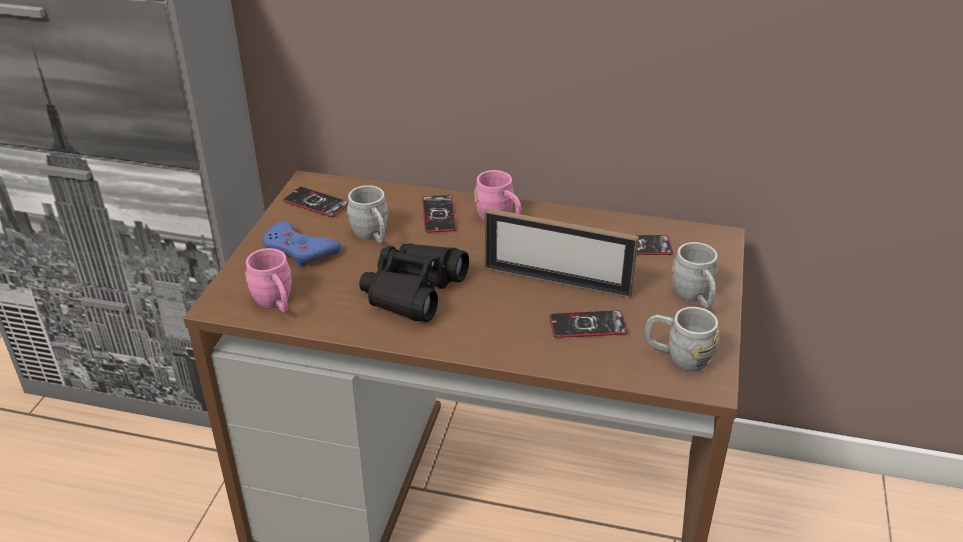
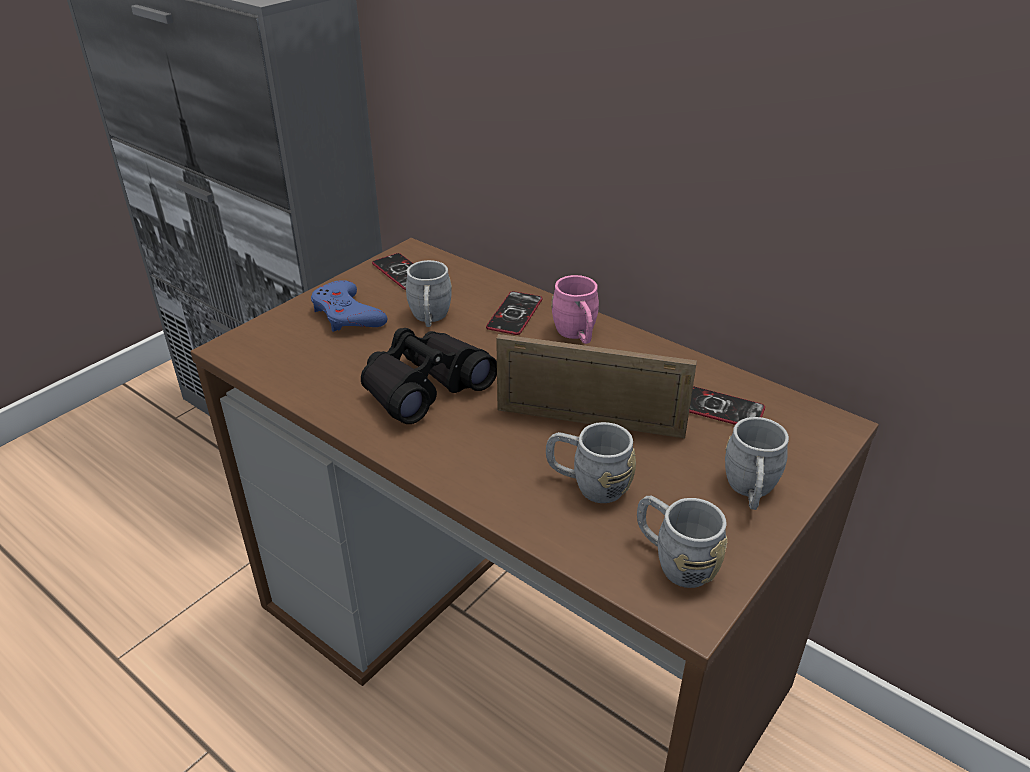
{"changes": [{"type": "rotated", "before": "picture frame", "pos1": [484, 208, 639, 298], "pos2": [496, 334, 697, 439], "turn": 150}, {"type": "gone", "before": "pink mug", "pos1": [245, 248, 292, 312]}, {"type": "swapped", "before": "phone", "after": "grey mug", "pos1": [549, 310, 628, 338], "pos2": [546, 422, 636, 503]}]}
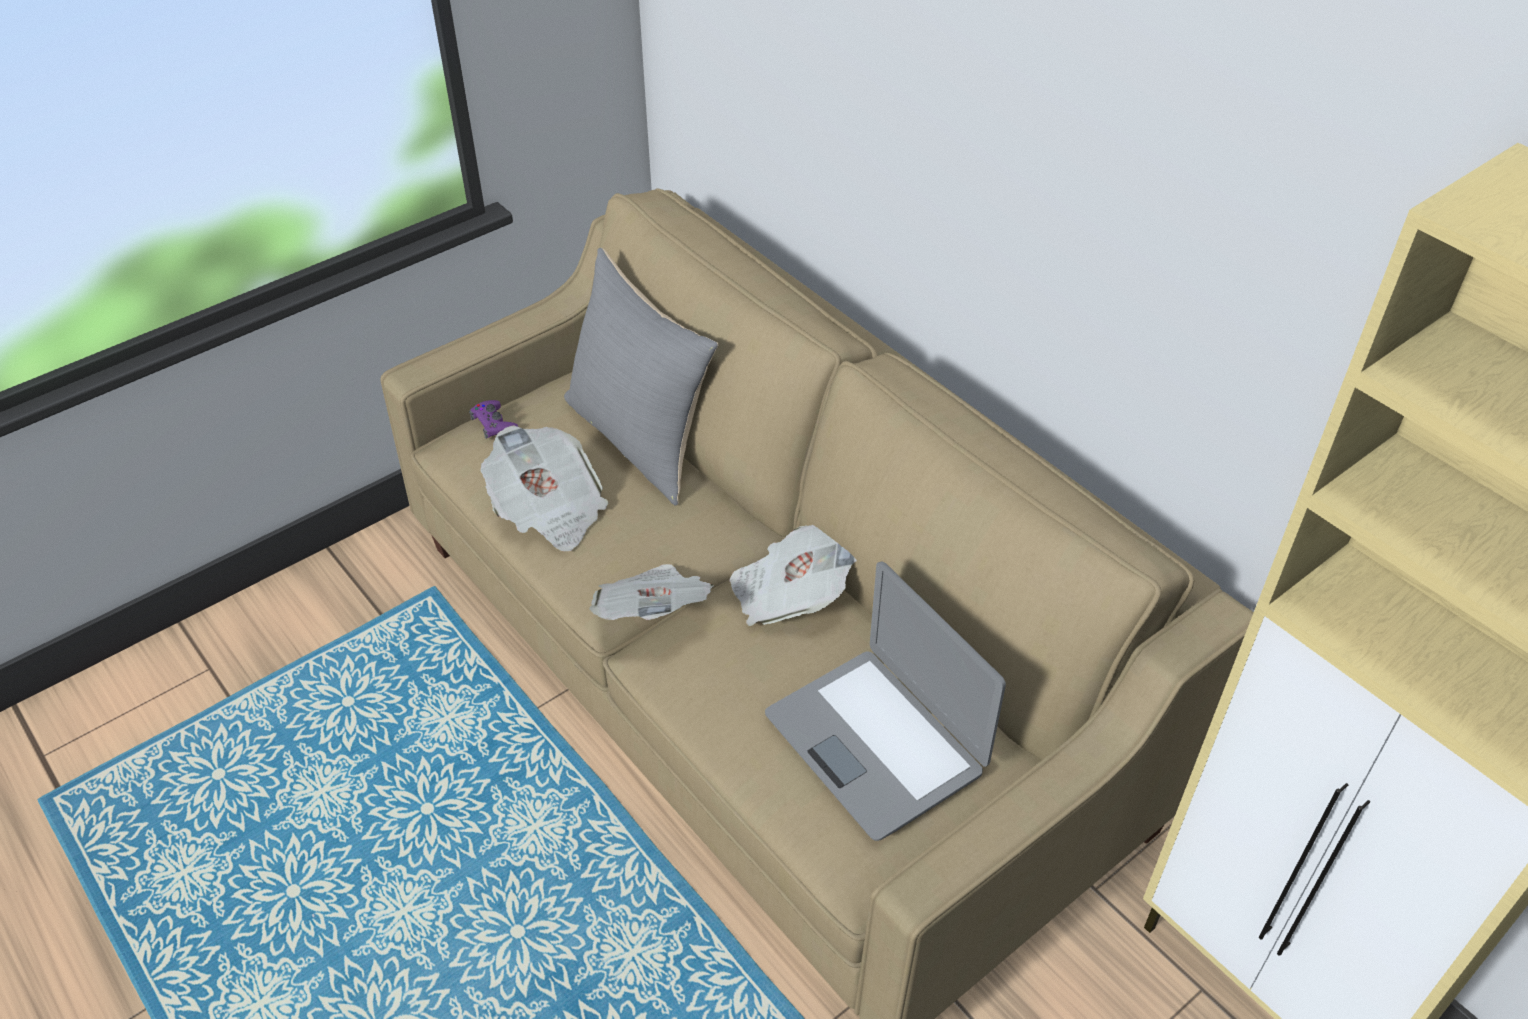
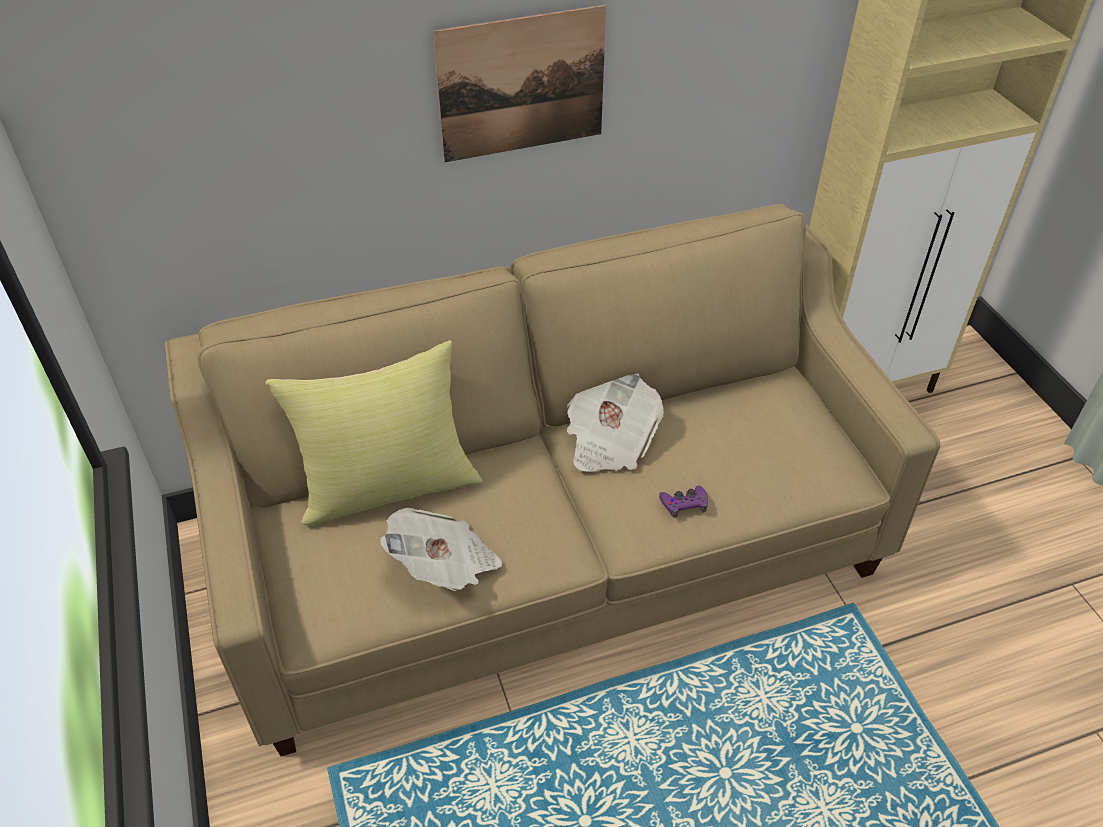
{"changes": [{"type": "repainted", "before": "grey pillow", "after": "yellow pillow", "pos1": [564, 248, 718, 505], "pos2": [265, 340, 483, 525]}, {"type": "shifted", "before": "purple game controller", "pos1": [469, 400, 518, 439], "pos2": [659, 485, 708, 518]}, {"type": "gone", "before": "laptop", "pos1": [765, 561, 1006, 841]}, {"type": "gone", "before": "newspaper", "pos1": [590, 564, 714, 620]}, {"type": "new", "after": "picture", "pos2": [433, 5, 606, 162]}]}
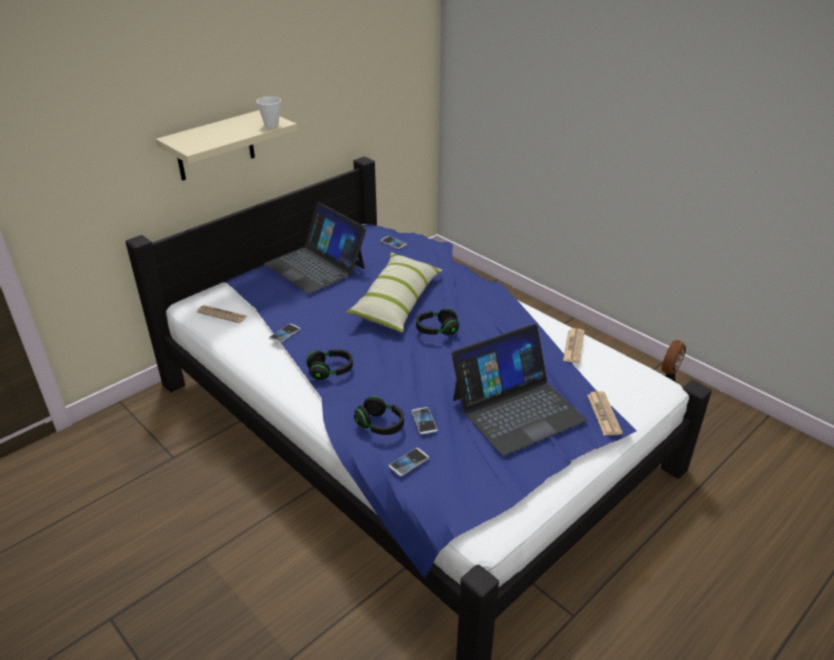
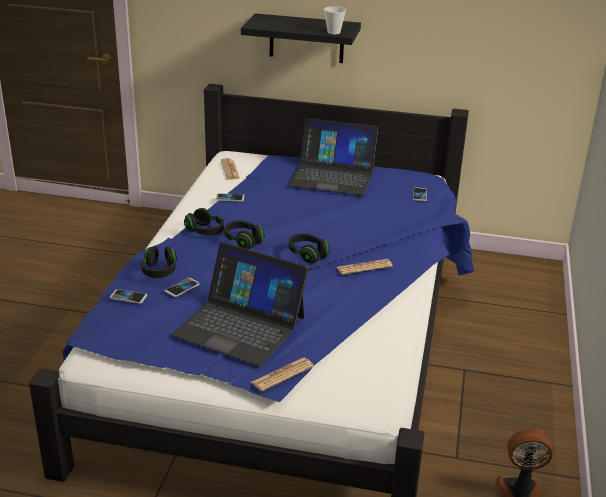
{"changes": [{"type": "repainted", "before": "beige shelf", "after": "black shelf", "pos1": [156, 110, 297, 181], "pos2": [241, 13, 361, 63]}, {"type": "rotated", "before": "laptop", "pos1": [264, 202, 367, 294], "pos2": [288, 118, 378, 195], "turn": -90}, {"type": "gone", "before": "pillow", "pos1": [346, 252, 443, 333]}, {"type": "shifted", "before": "newspaper", "pos1": [563, 328, 584, 363], "pos2": [337, 259, 393, 275]}, {"type": "new", "after": "black headphones", "pos2": [224, 221, 265, 249]}]}
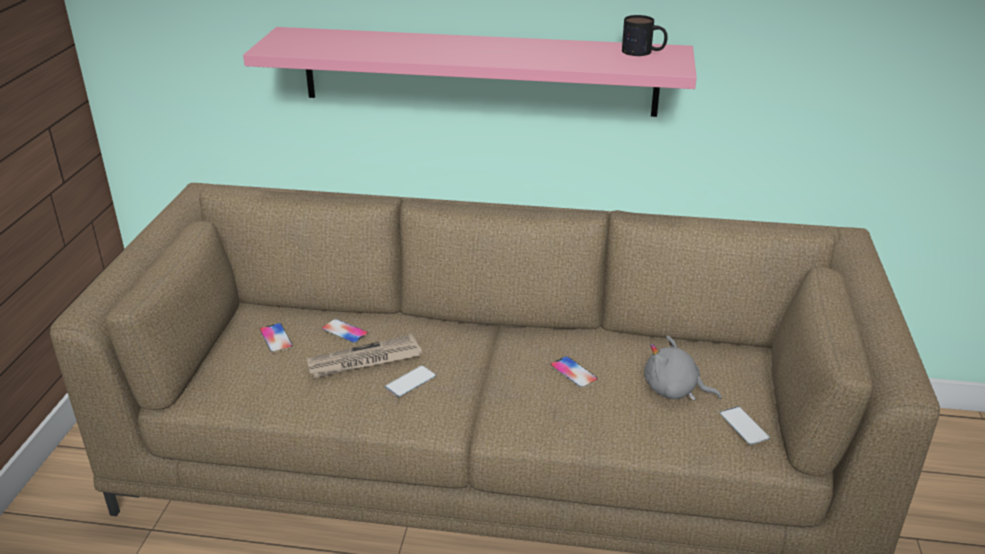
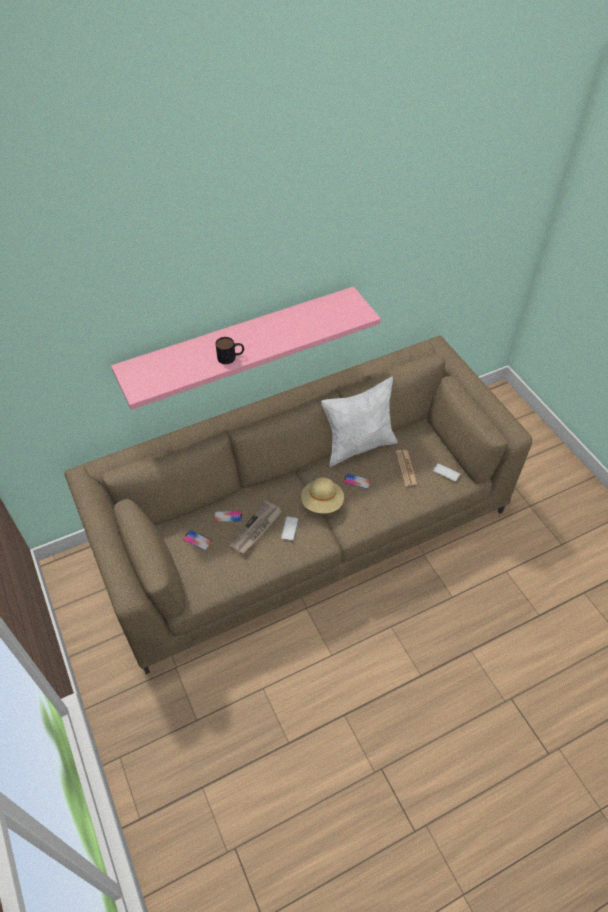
{"changes": [{"type": "shifted", "before": "mug", "pos1": [622, 15, 668, 56], "pos2": [216, 337, 244, 364]}, {"type": "swapped", "before": "grey plush toy", "after": "newspaper", "pos1": [644, 336, 721, 401], "pos2": [396, 450, 417, 486]}, {"type": "new", "after": "white pillow", "pos2": [321, 376, 397, 467]}, {"type": "new", "after": "beige hat", "pos2": [301, 477, 344, 513]}]}
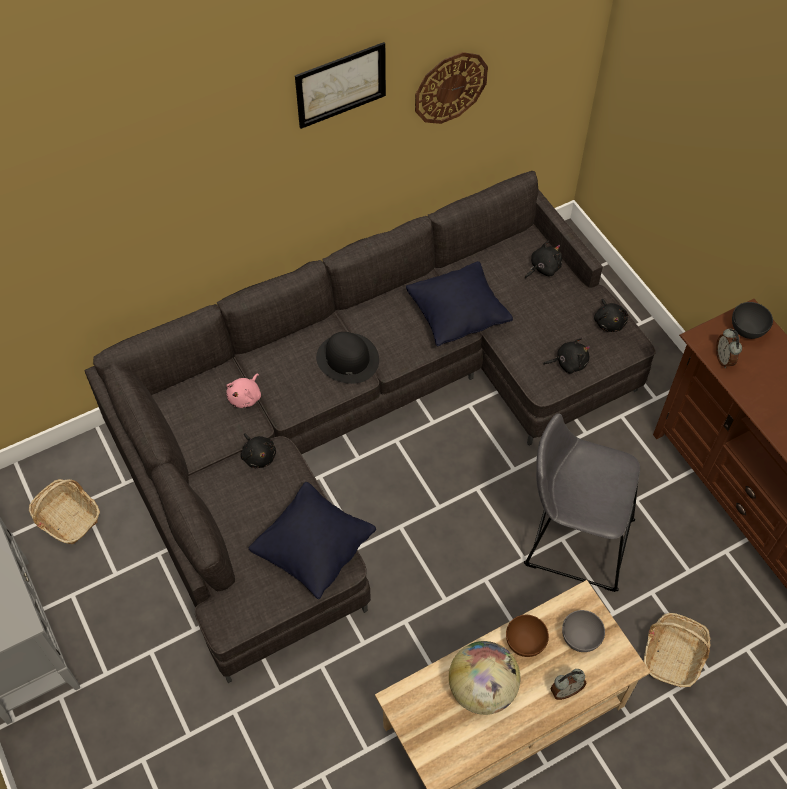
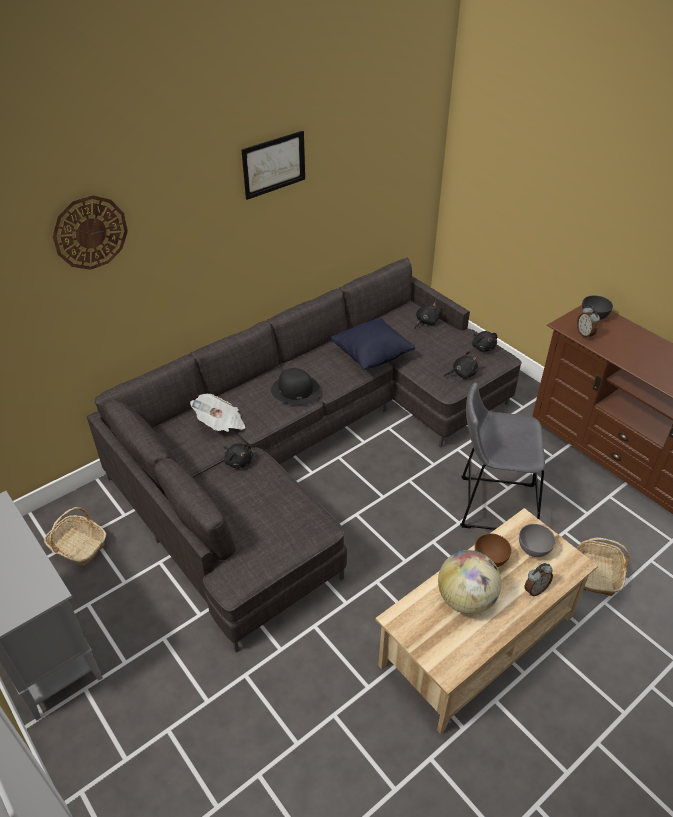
{"changes": [{"type": "shifted", "before": "wall clock", "pos1": [415, 52, 488, 124], "pos2": [52, 195, 128, 270]}, {"type": "swapped", "before": "pink plush toy", "after": "newspaper", "pos1": [226, 374, 261, 408], "pos2": [190, 394, 246, 432]}, {"type": "gone", "before": "black pillow", "pos1": [248, 482, 376, 599]}]}
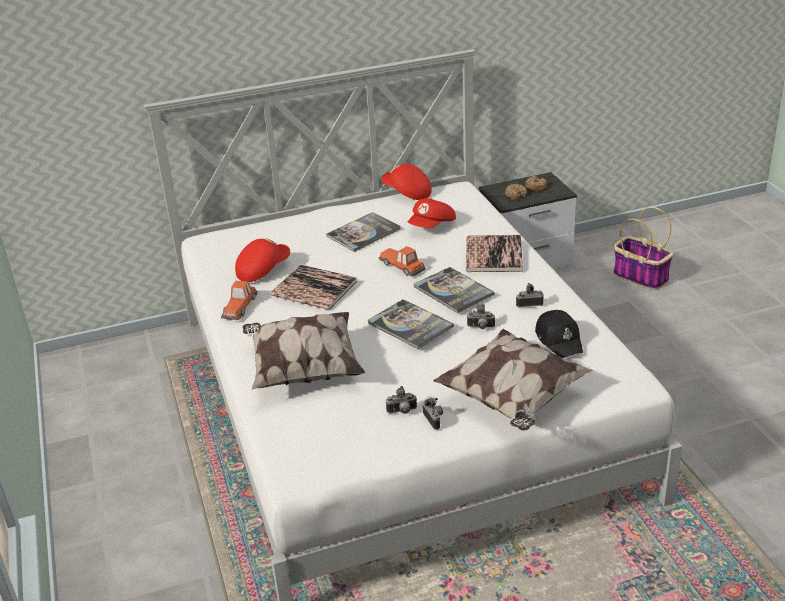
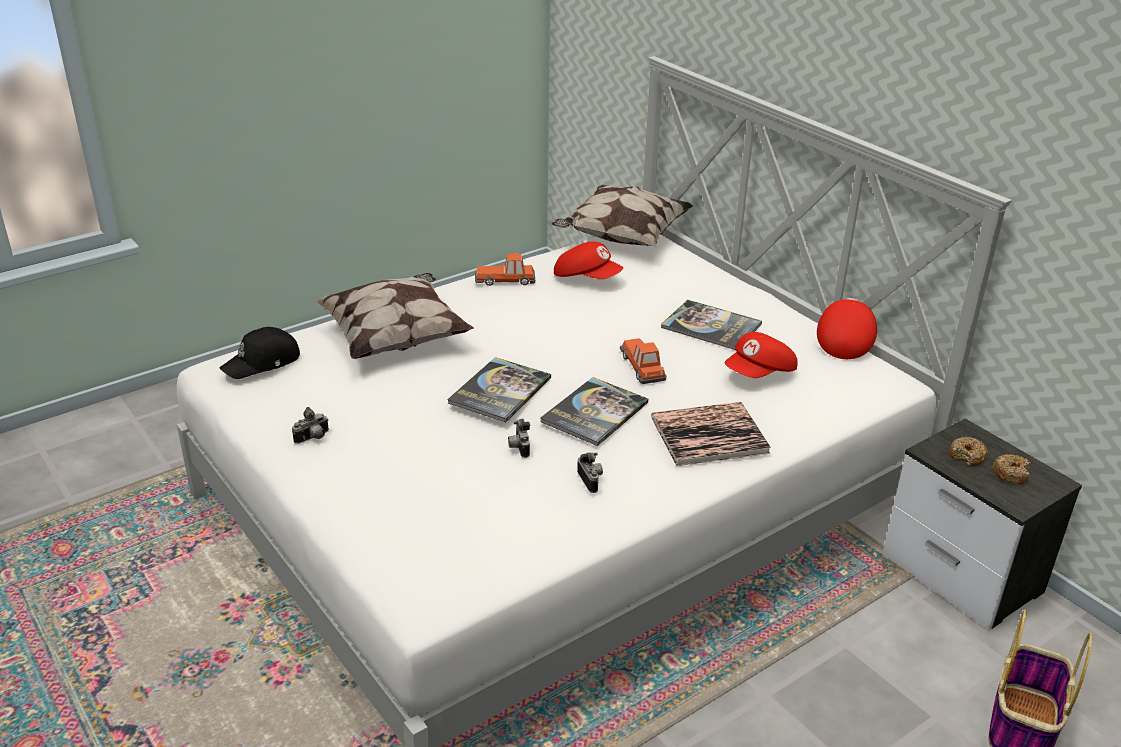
{"changes": [{"type": "rotated", "before": "red cap", "pos1": [408, 198, 456, 228], "pos2": [724, 332, 798, 378], "turn": -60}, {"type": "rotated", "before": "toy car", "pos1": [378, 246, 426, 277], "pos2": [620, 338, 667, 384], "turn": -45}, {"type": "gone", "before": "book", "pos1": [271, 265, 357, 310]}, {"type": "shifted", "before": "black cap", "pos1": [535, 310, 583, 358], "pos2": [219, 327, 300, 379]}, {"type": "shifted", "before": "pillow", "pos1": [433, 329, 594, 431], "pos2": [551, 185, 694, 247]}, {"type": "gone", "before": "photo camera", "pos1": [386, 386, 417, 414]}]}
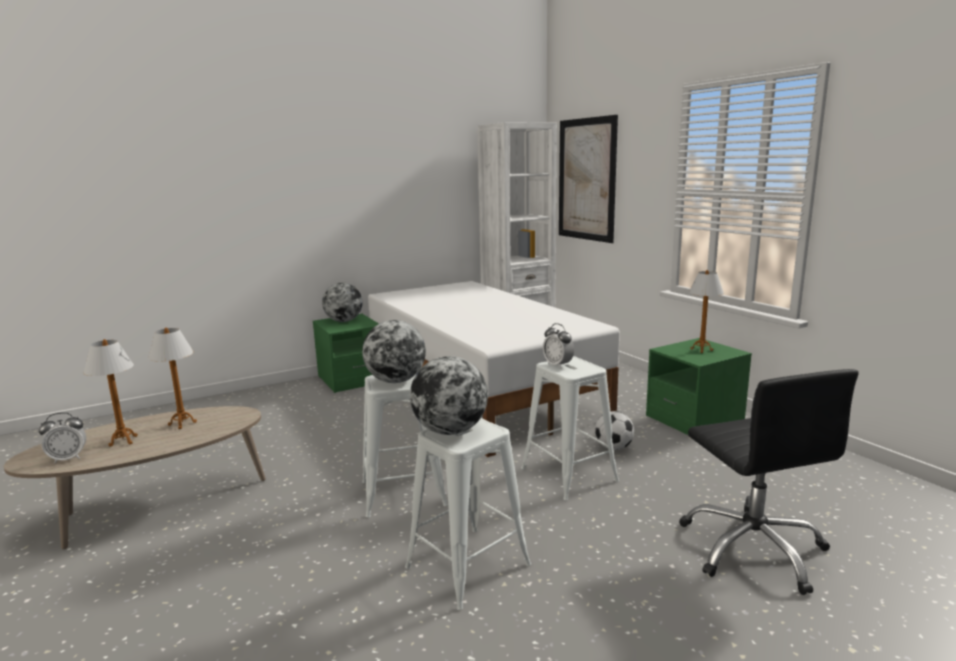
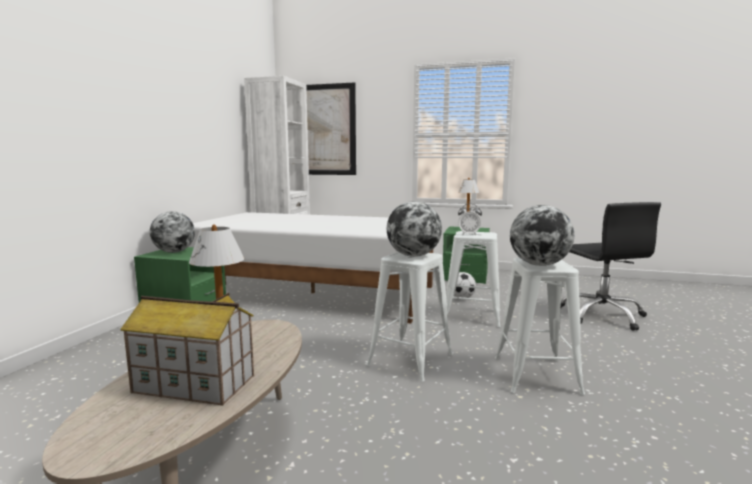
{"changes": [{"type": "swapped", "before": "table lamp", "after": "toy house", "pos1": [84, 339, 138, 447], "pos2": [120, 293, 254, 406]}, {"type": "rotated", "before": "black office chair", "pos1": [679, 369, 859, 595], "pos2": [561, 202, 661, 331], "turn": 45}, {"type": "gone", "before": "alarm clock", "pos1": [39, 412, 86, 464]}]}
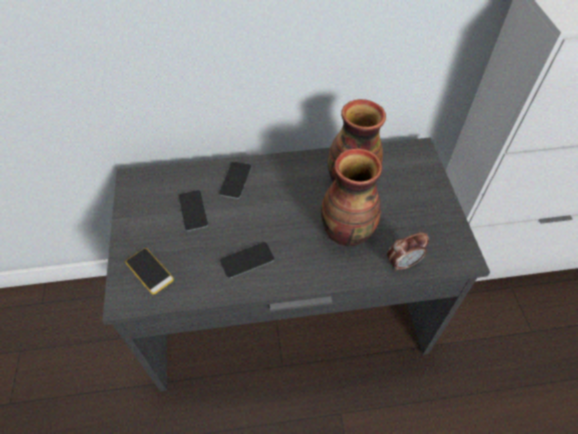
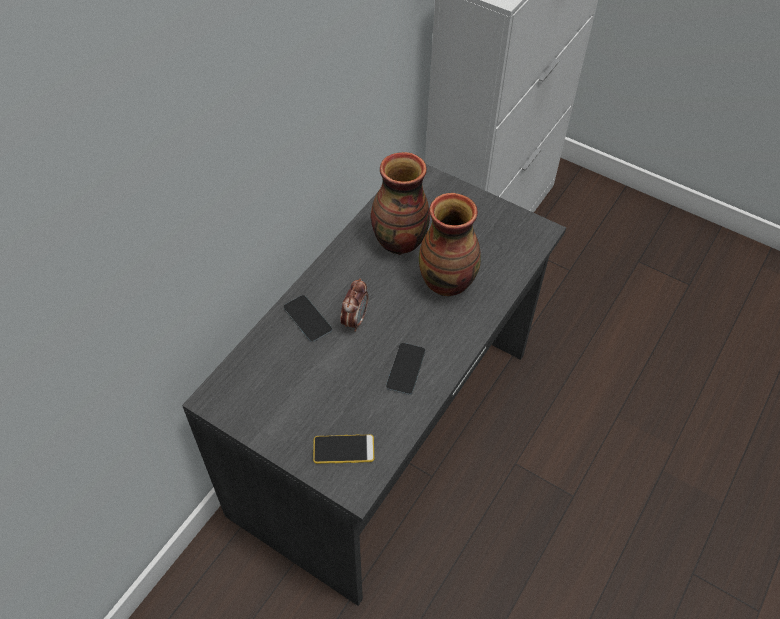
{"changes": [{"type": "gone", "before": "phone", "pos1": [179, 190, 208, 231]}, {"type": "shifted", "before": "alarm clock", "pos1": [387, 232, 429, 272], "pos2": [340, 278, 369, 332]}]}
